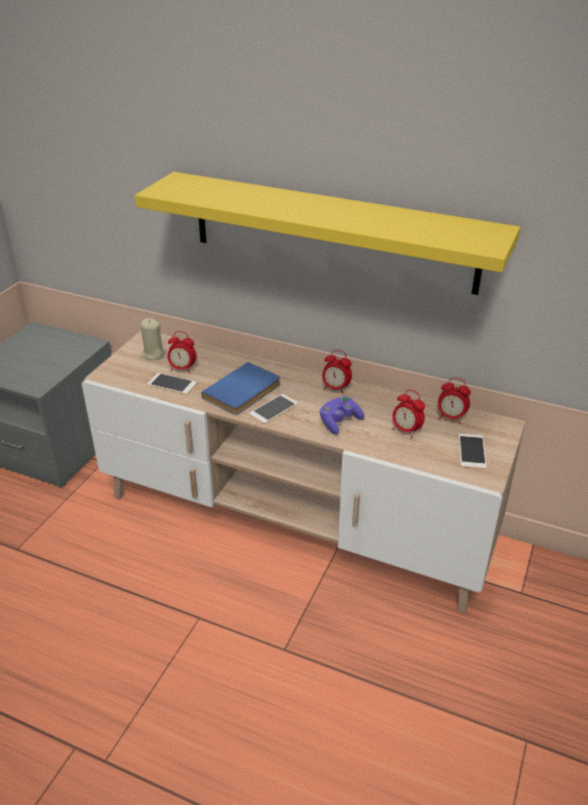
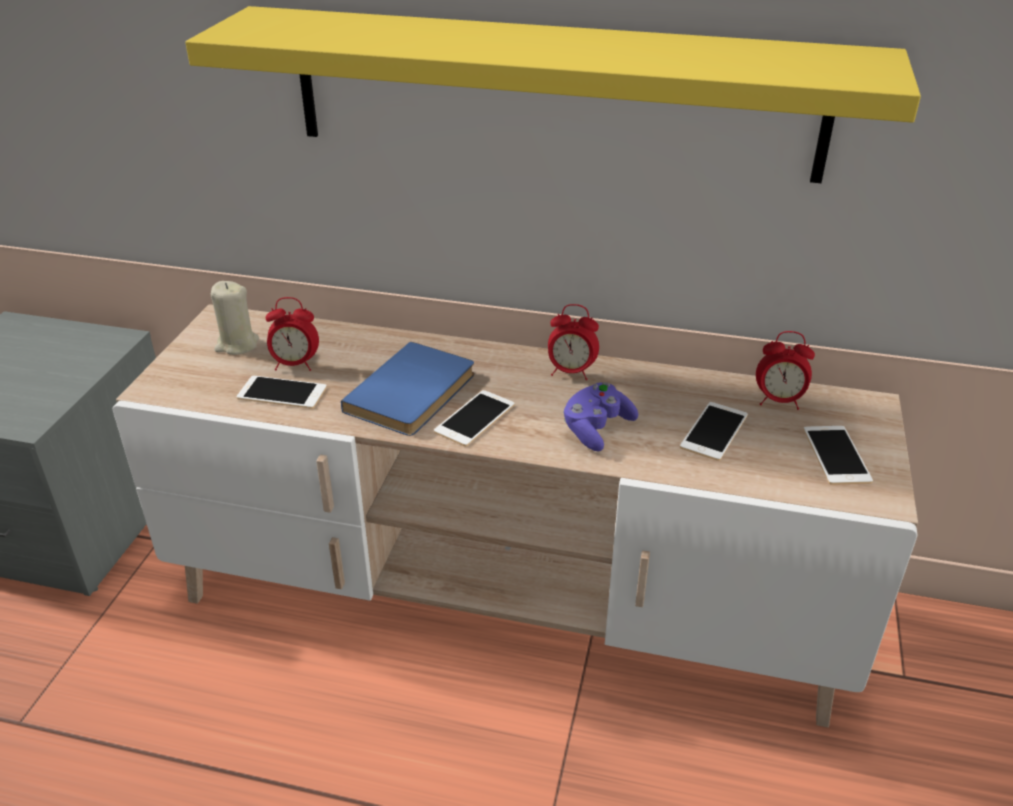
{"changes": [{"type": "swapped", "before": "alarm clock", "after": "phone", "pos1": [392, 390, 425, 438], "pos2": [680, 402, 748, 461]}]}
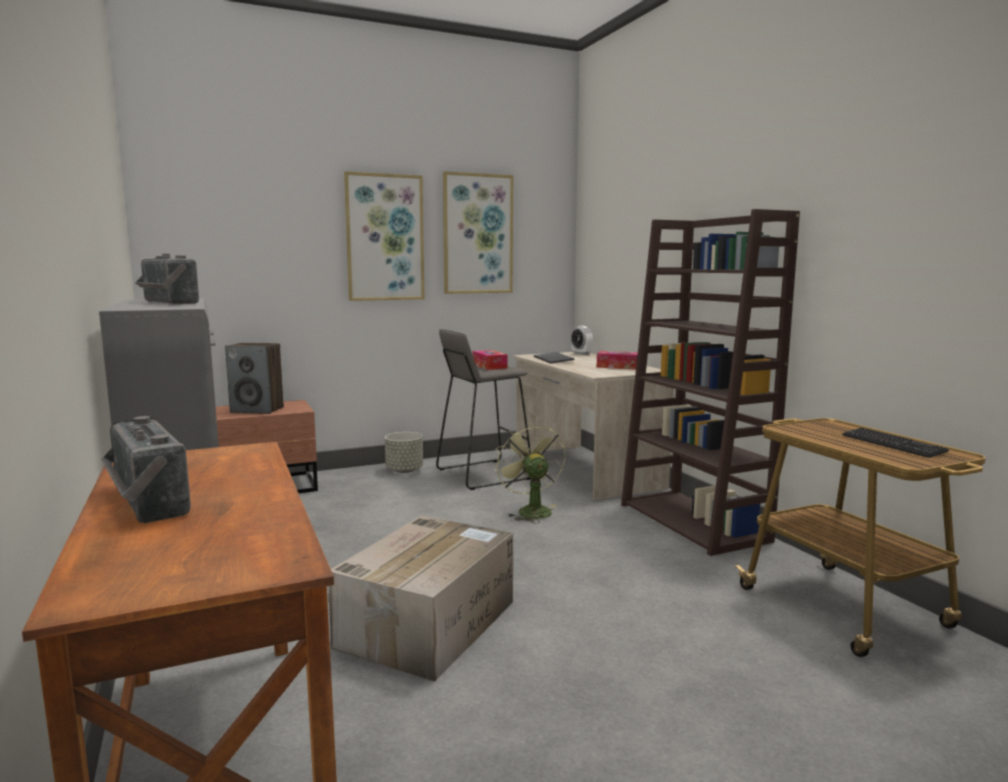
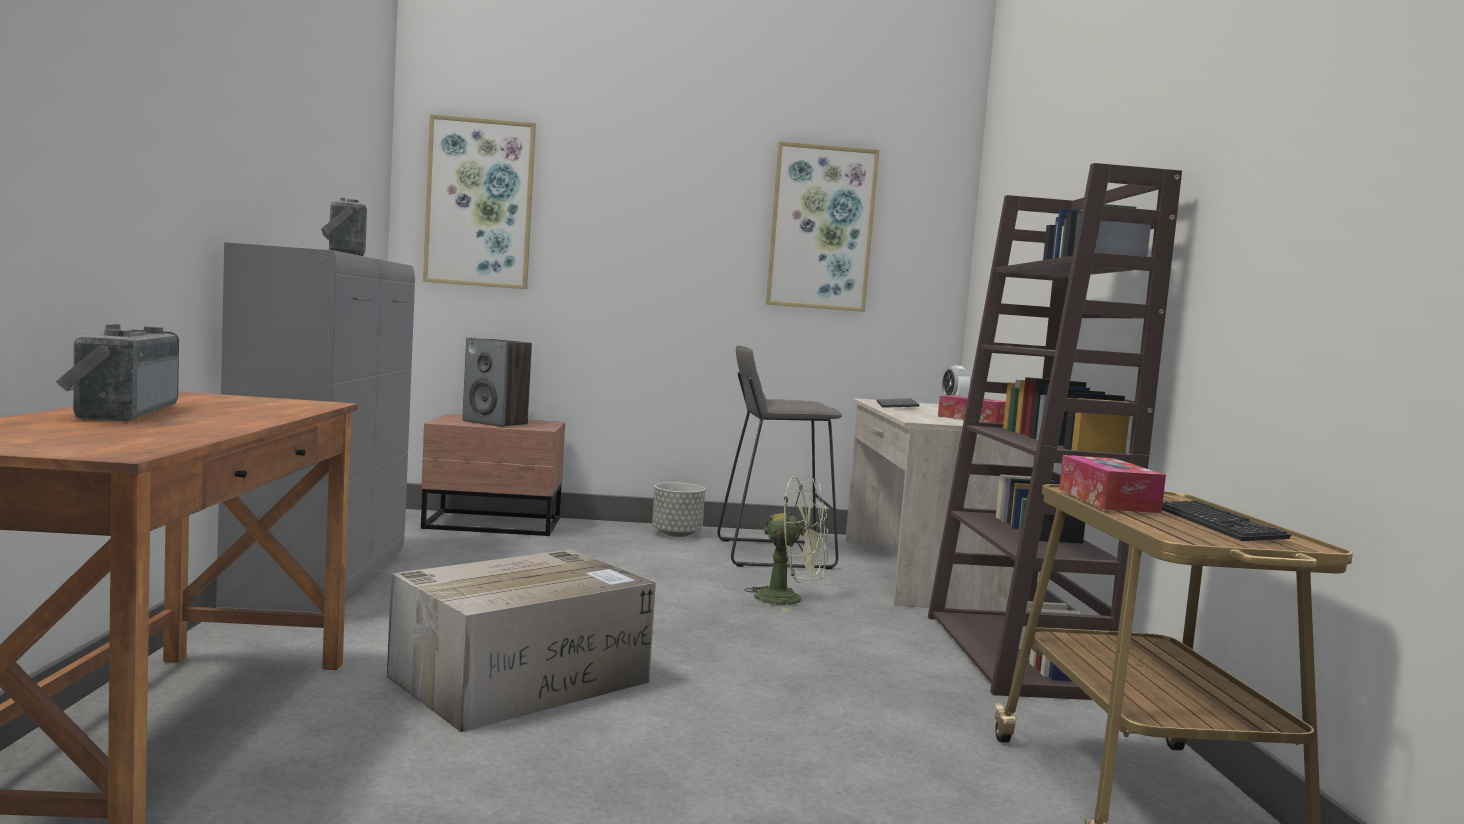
{"changes": [{"type": "shifted", "before": "picture", "pos1": [344, 171, 425, 301], "pos2": [423, 114, 536, 289]}, {"type": "shifted", "before": "tissue box", "pos1": [472, 350, 508, 370], "pos2": [1059, 455, 1166, 513]}, {"type": "rotated", "before": "green fan", "pos1": [495, 423, 566, 523], "pos2": [744, 476, 828, 612], "turn": 105}]}
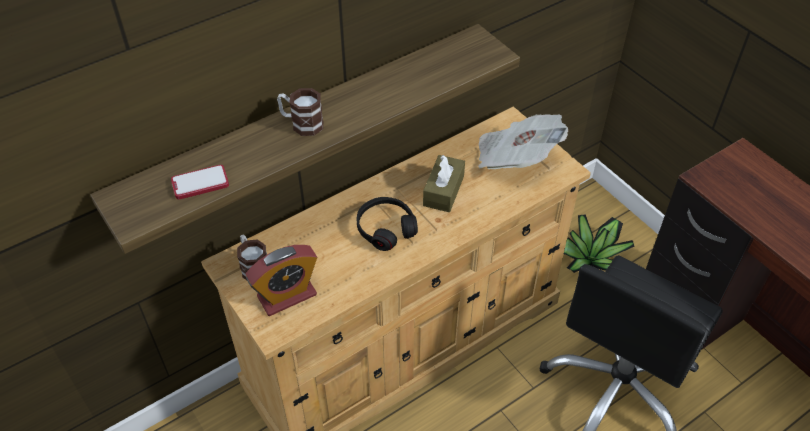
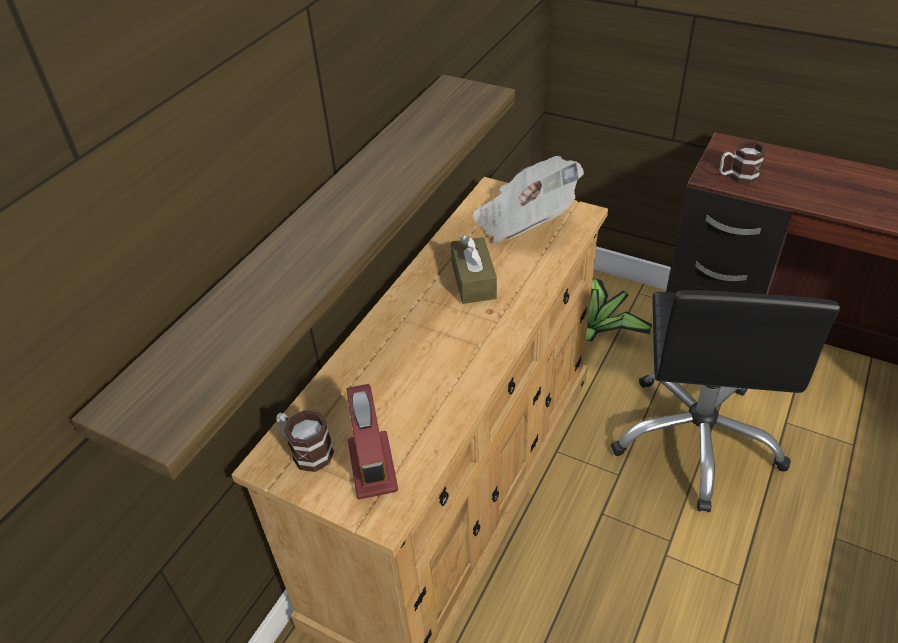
{"changes": [{"type": "shifted", "before": "mug", "pos1": [277, 88, 323, 136], "pos2": [719, 140, 766, 185]}, {"type": "gone", "before": "phone", "pos1": [171, 165, 229, 199]}, {"type": "gone", "before": "black headphones", "pos1": [357, 197, 418, 251]}, {"type": "rotated", "before": "alarm clock", "pos1": [245, 245, 317, 316], "pos2": [346, 384, 398, 499], "turn": 135}]}
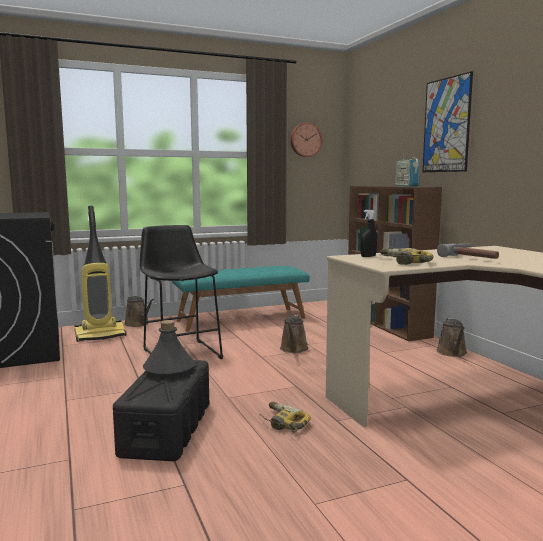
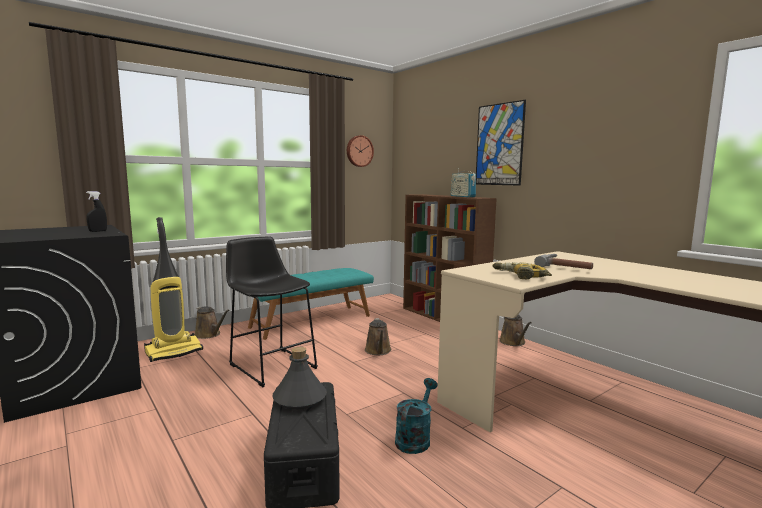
{"changes": [{"type": "shifted", "before": "black spray bottle", "pos1": [360, 210, 377, 257], "pos2": [86, 191, 107, 232]}, {"type": "swapped", "before": "power drill", "after": "turquoise watering can", "pos1": [259, 402, 311, 433], "pos2": [395, 378, 438, 454]}]}
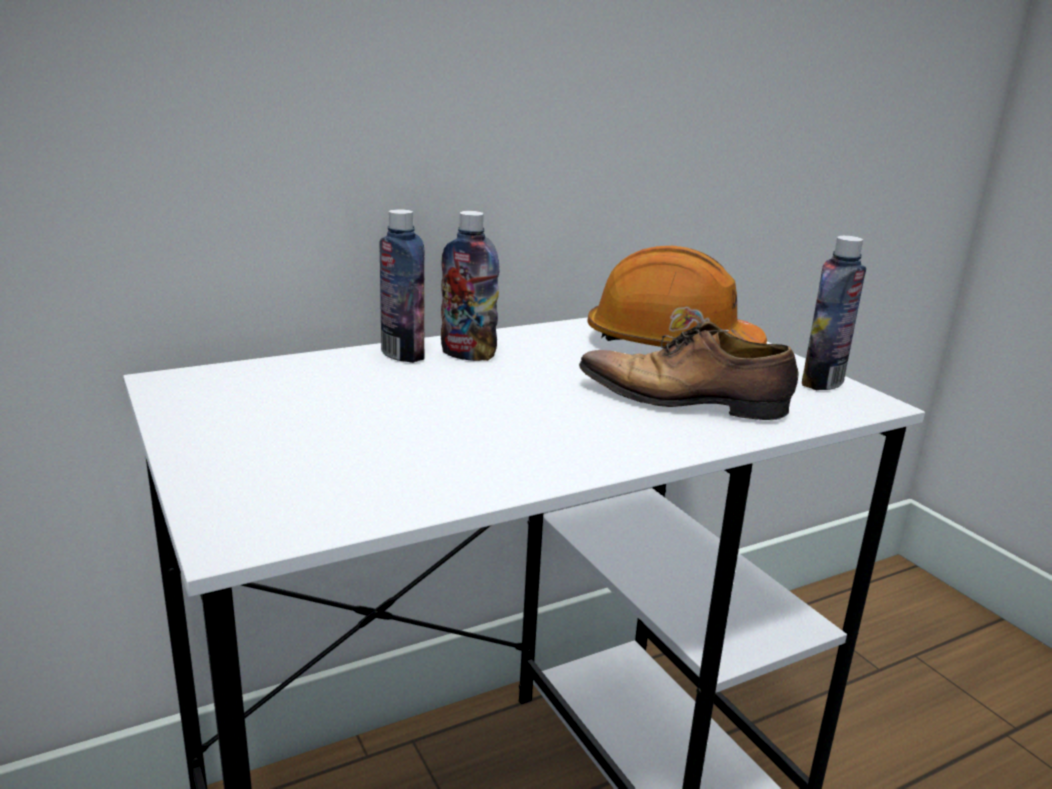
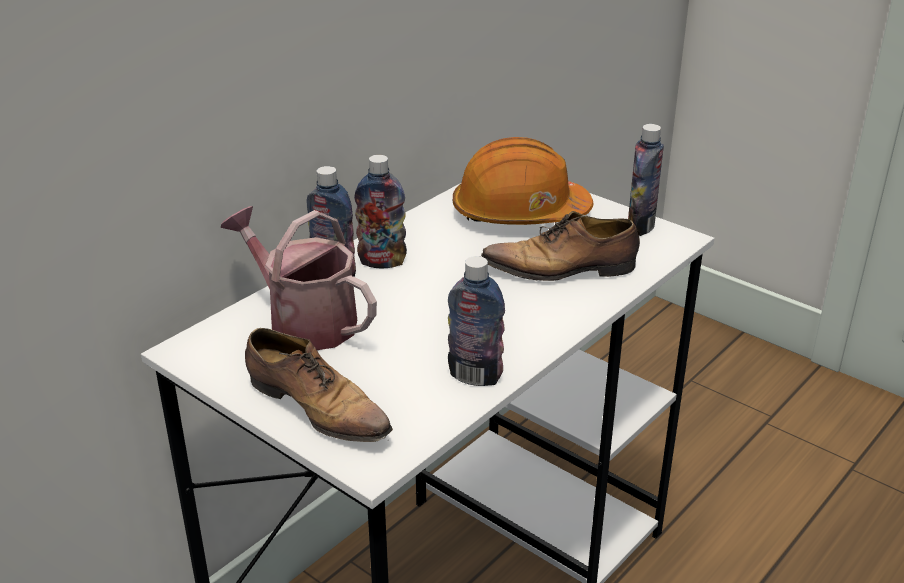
{"changes": [{"type": "new", "after": "watering can", "pos2": [221, 206, 377, 350]}, {"type": "new", "after": "bottle", "pos2": [448, 256, 505, 386]}, {"type": "new", "after": "shoe", "pos2": [245, 328, 393, 442]}]}
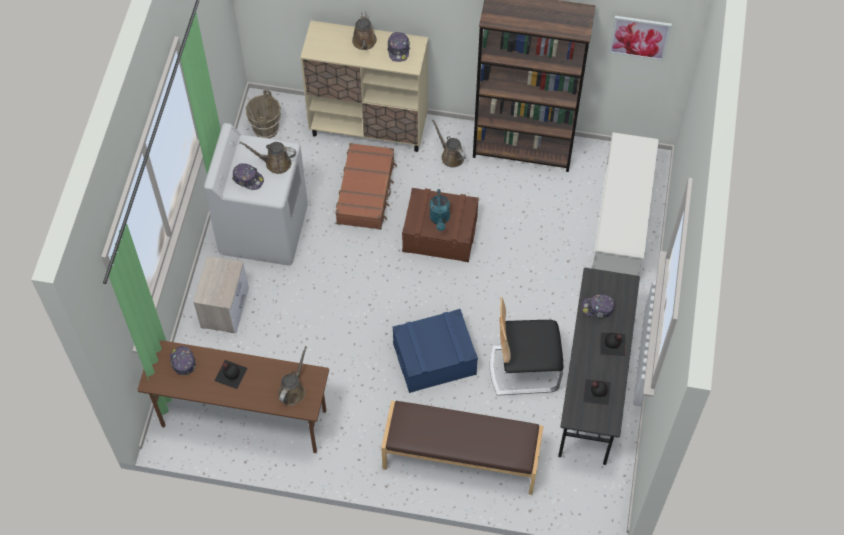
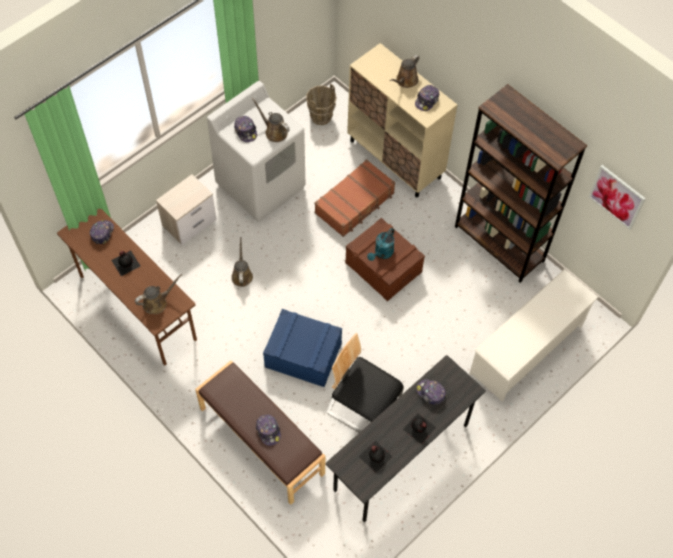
{"changes": [{"type": "shifted", "before": "brown watering can", "pos1": [432, 120, 466, 167], "pos2": [231, 237, 253, 287]}, {"type": "new", "after": "cap", "pos2": [256, 415, 281, 446]}]}
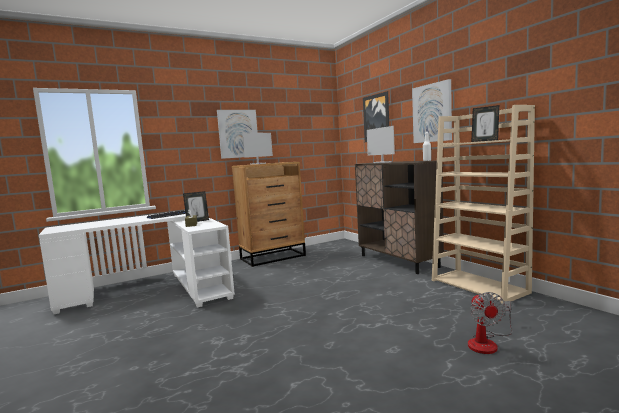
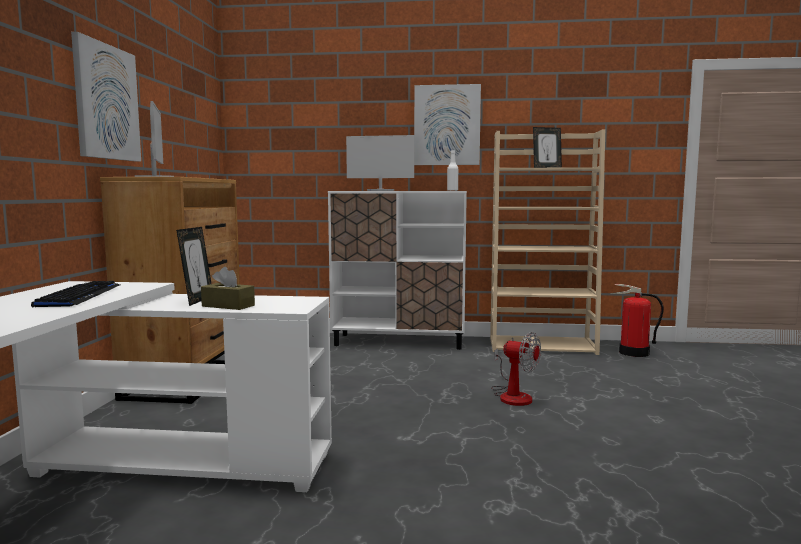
{"changes": [{"type": "gone", "before": "picture", "pos1": [363, 91, 389, 142]}, {"type": "repainted", "before": "brown cabinet", "after": "white cabinet", "pos1": [355, 161, 444, 274], "pos2": [328, 191, 467, 350]}, {"type": "shifted", "before": "fan", "pos1": [468, 292, 513, 354], "pos2": [491, 332, 541, 406]}, {"type": "new", "after": "fire extinguisher", "pos2": [610, 284, 664, 357]}]}
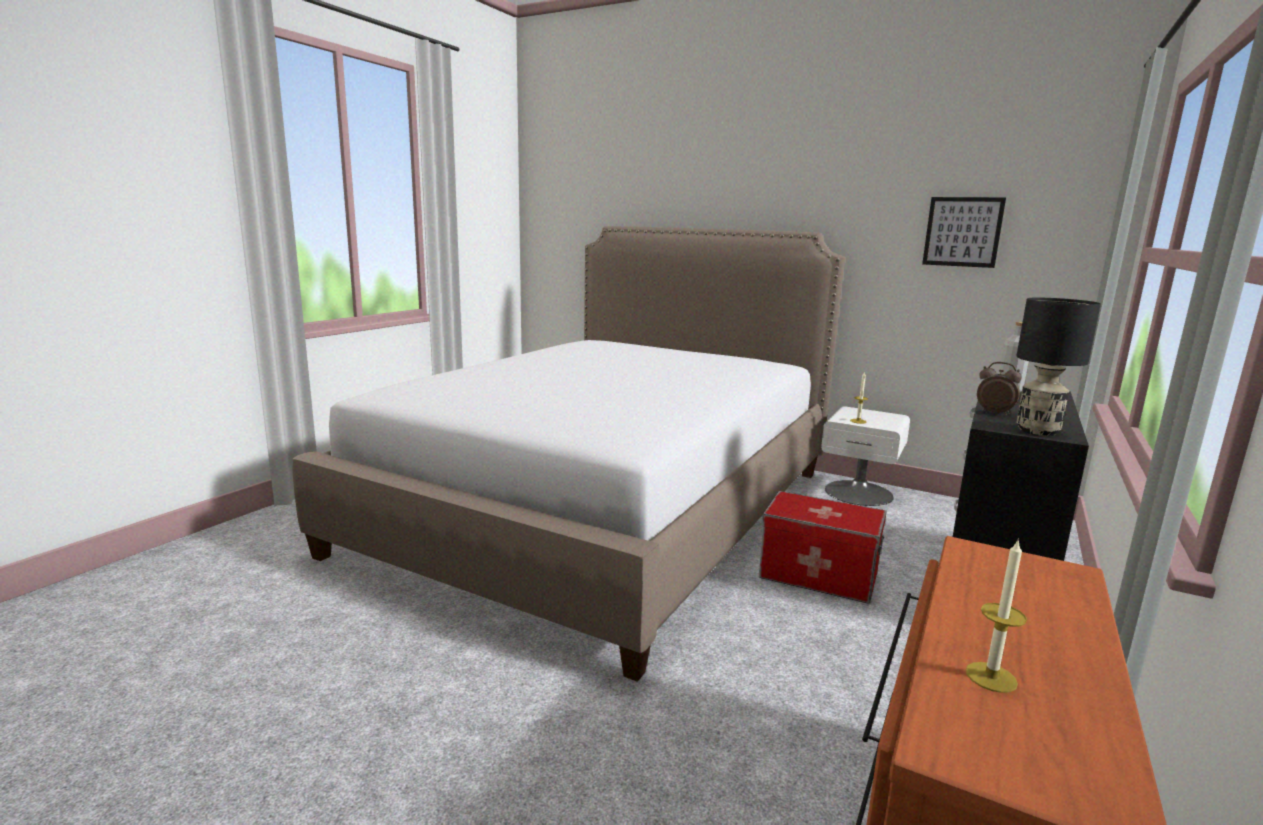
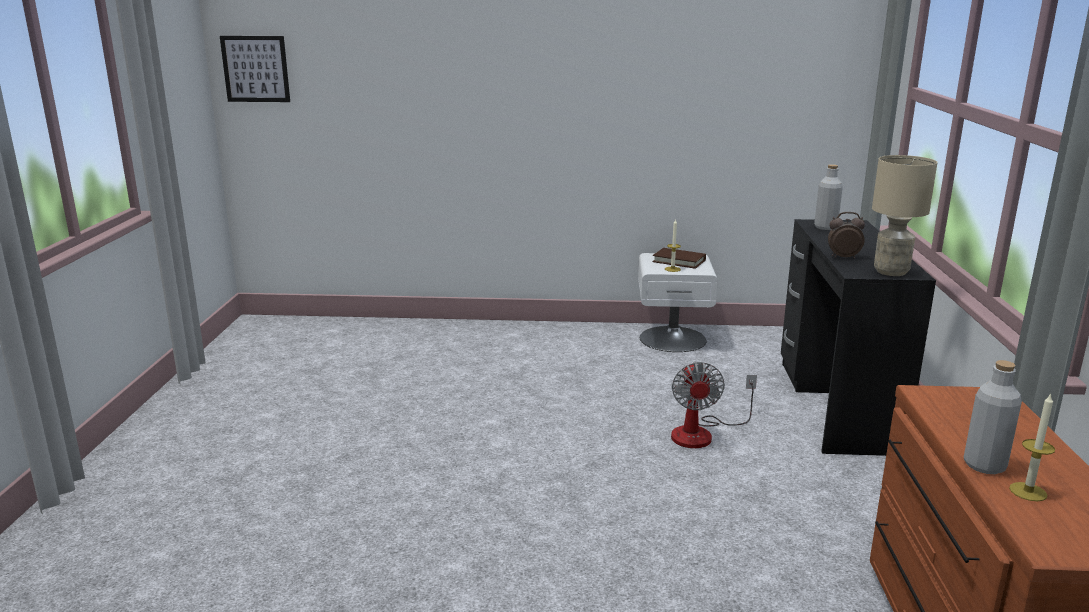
{"changes": [{"type": "shifted", "before": "picture", "pos1": [922, 197, 1006, 268], "pos2": [220, 36, 290, 102]}, {"type": "gone", "before": "bed", "pos1": [293, 226, 845, 682]}, {"type": "repainted", "before": "black table lamp", "after": "beige table lamp", "pos1": [1016, 298, 1101, 436], "pos2": [872, 155, 938, 276]}, {"type": "swapped", "before": "storage box", "after": "fan", "pos1": [759, 491, 887, 603], "pos2": [671, 362, 757, 448]}, {"type": "new", "after": "brown book", "pos2": [652, 248, 706, 269]}, {"type": "new", "after": "grey bottle", "pos2": [964, 360, 1022, 474]}]}
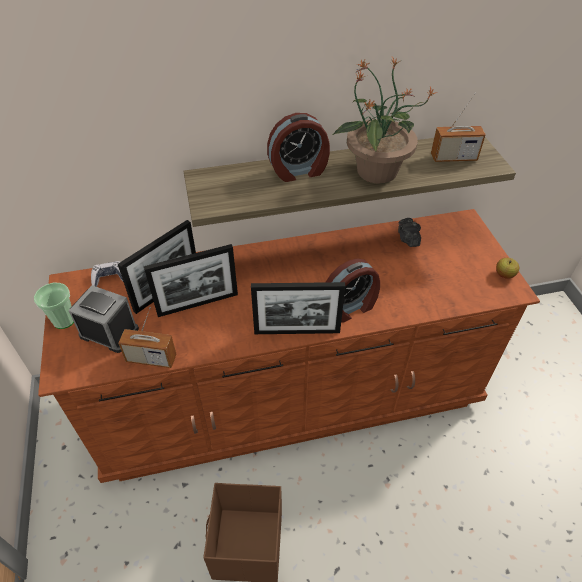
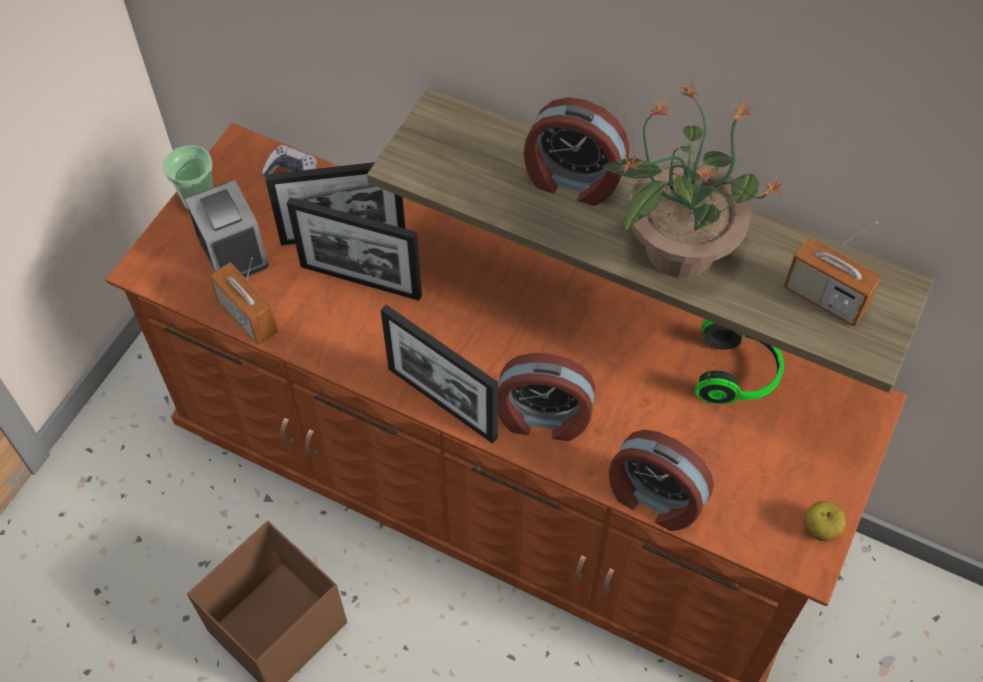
{"changes": [{"type": "swapped", "before": "photo camera", "after": "headphones", "pos1": [398, 218, 421, 247], "pos2": [695, 320, 784, 404]}, {"type": "new", "after": "alarm clock", "pos2": [609, 430, 714, 531]}]}
